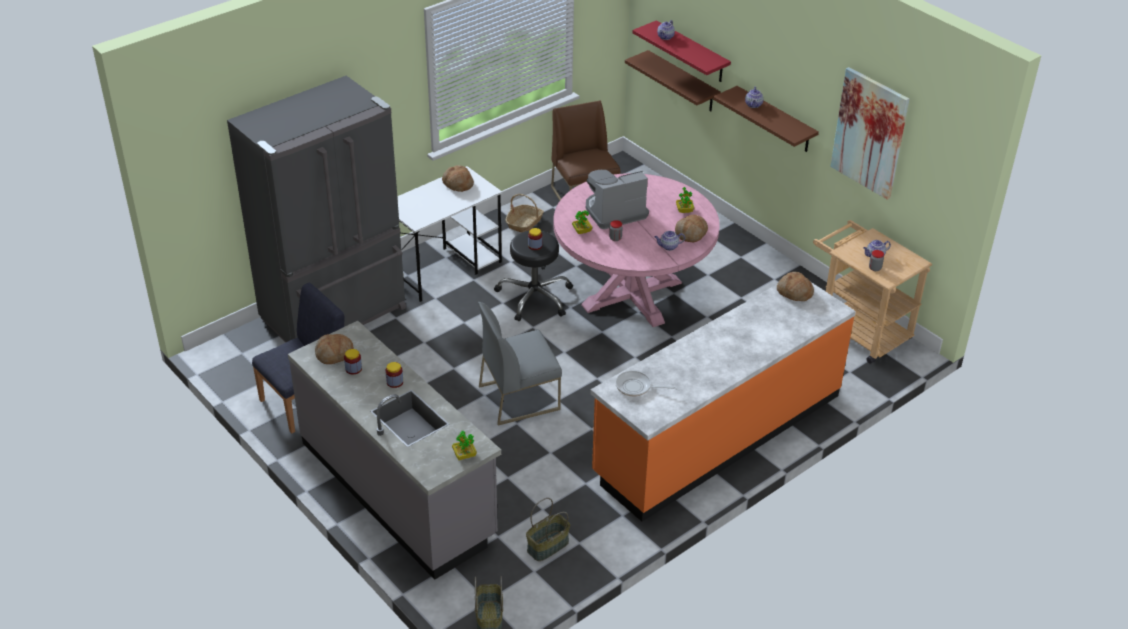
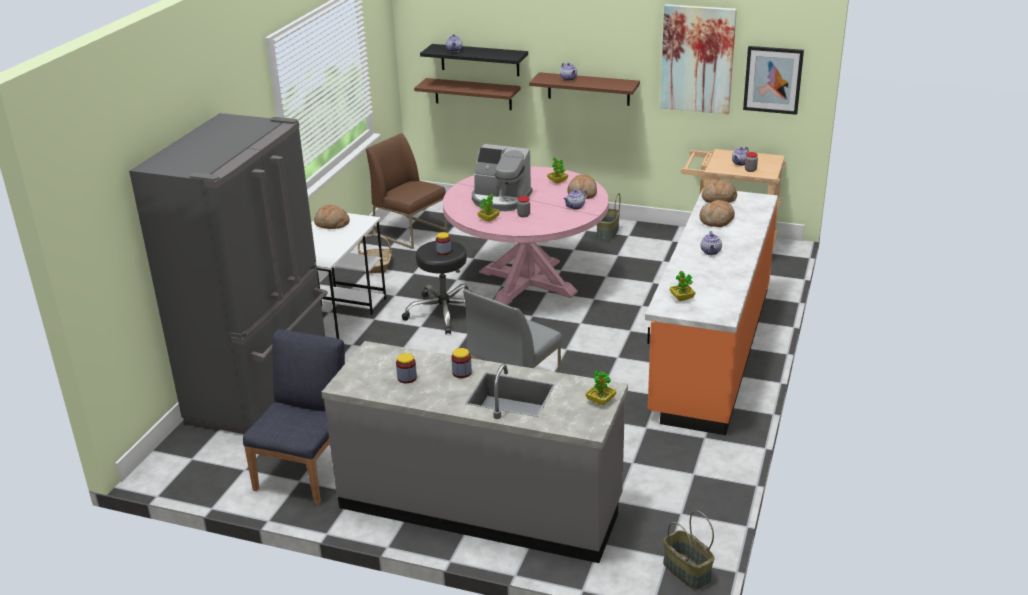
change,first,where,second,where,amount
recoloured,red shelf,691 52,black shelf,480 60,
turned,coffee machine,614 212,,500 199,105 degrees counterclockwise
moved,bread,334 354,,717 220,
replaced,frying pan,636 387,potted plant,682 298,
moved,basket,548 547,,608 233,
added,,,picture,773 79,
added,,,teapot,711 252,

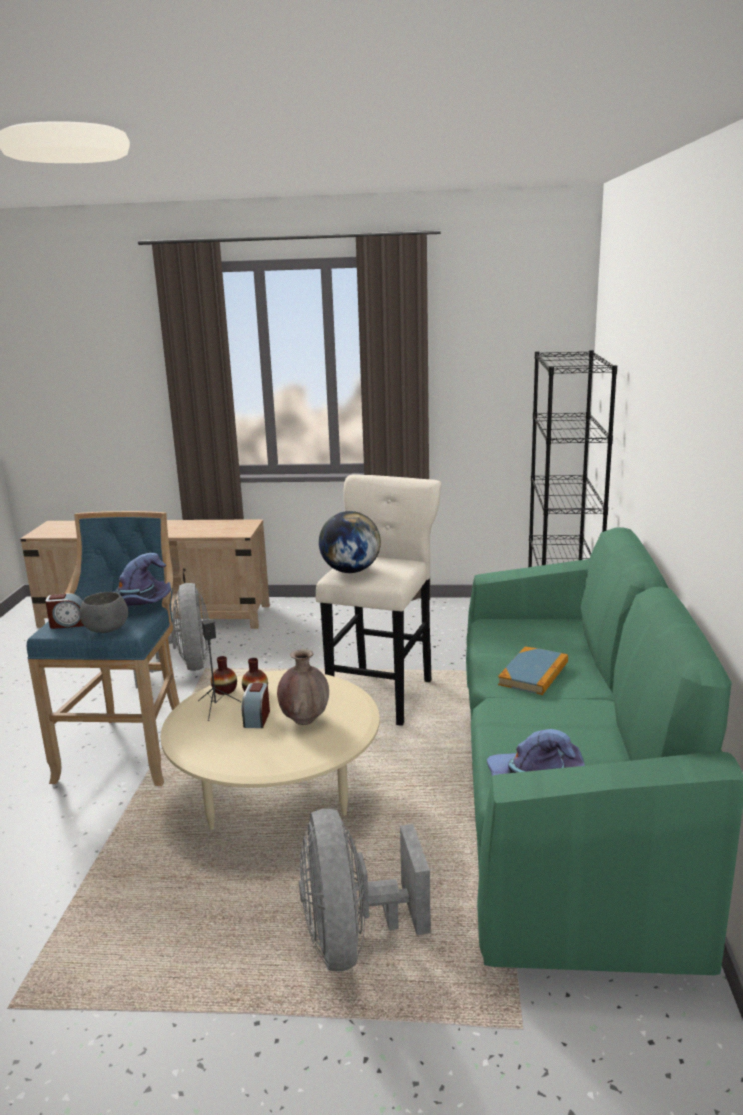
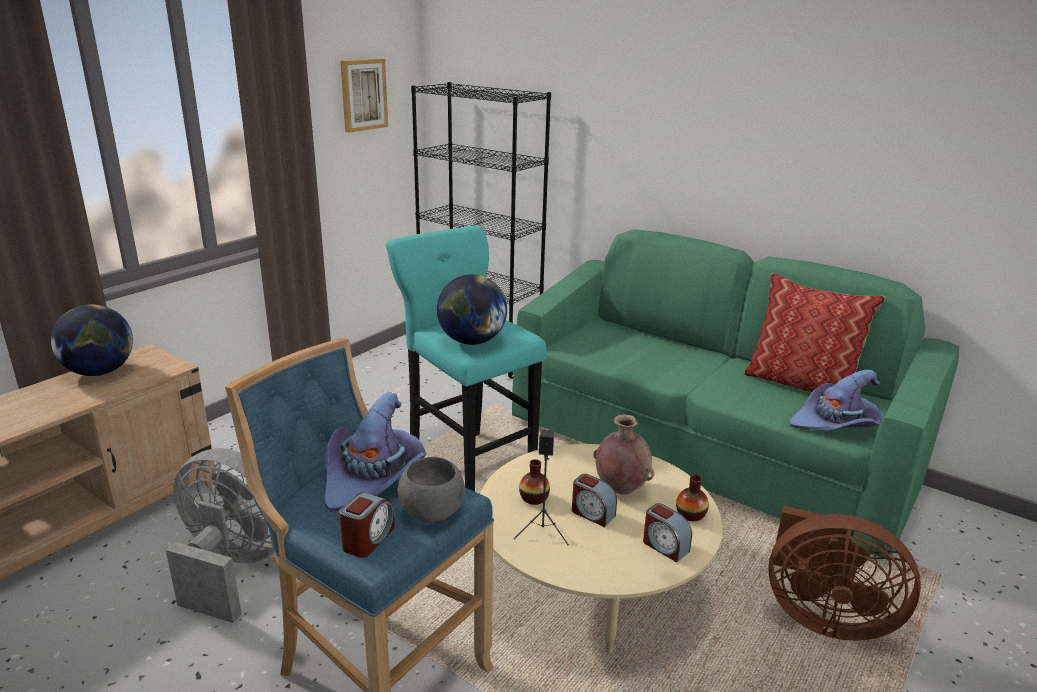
change,first,where,second,where,amount
recoloured,beige stool,383 693,turquoise stool,468 463,
removed,book,533 674,,,
moved,vase,225 690,,690 514,
recoloured,grey fan,354 940,brown fan,823 616,
added,,,picture,363 95,
added,,,pillow,801 384,
added,,,globe,100 372,
added,,,alarm clock,664 546,

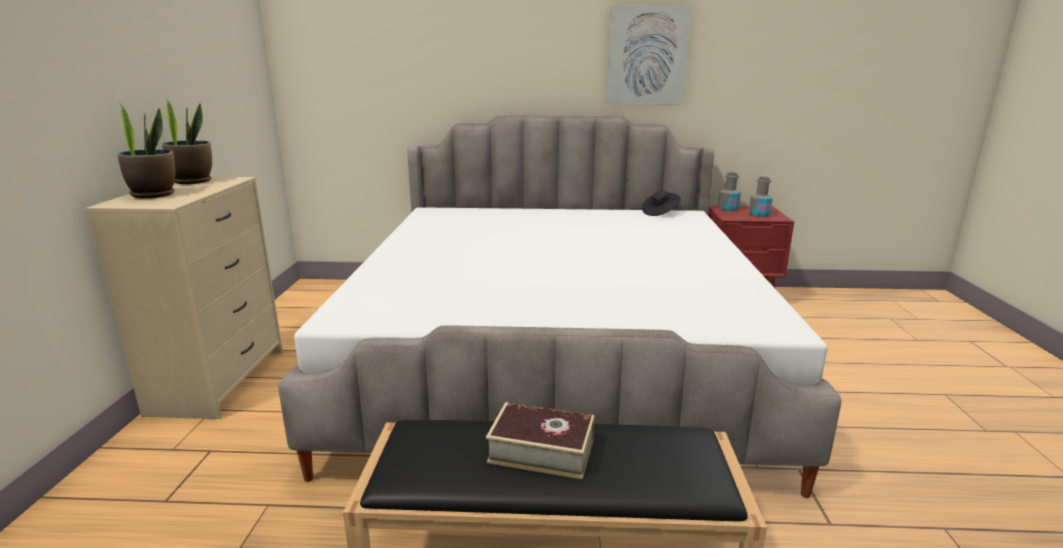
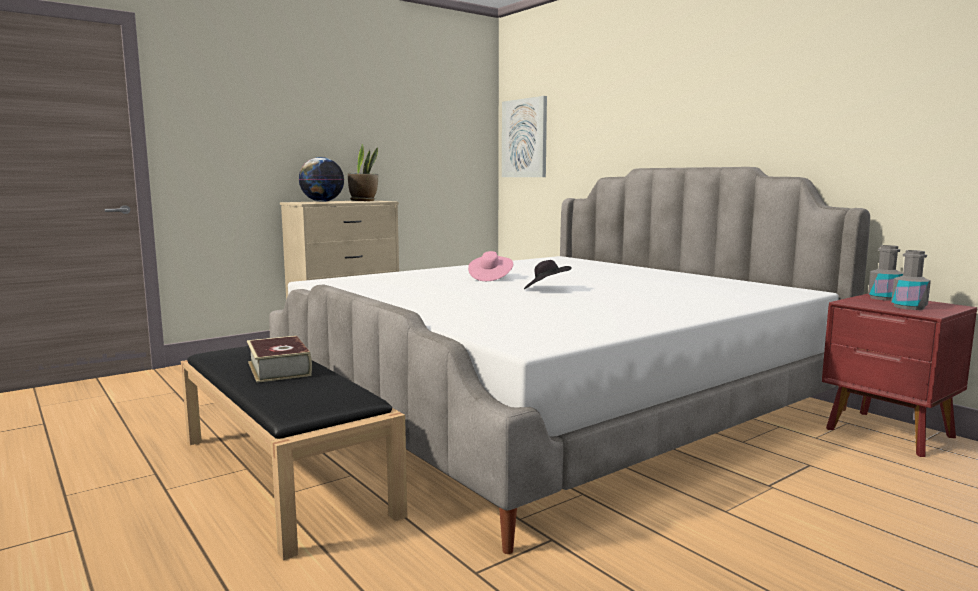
change,first,where,second,where,amount
moved,picture,647 56,,525 138,
replaced,potted plant,154 195,globe,322 201,
moved,black hat,660 213,,546 289,
added,,,pink hat,490 278,

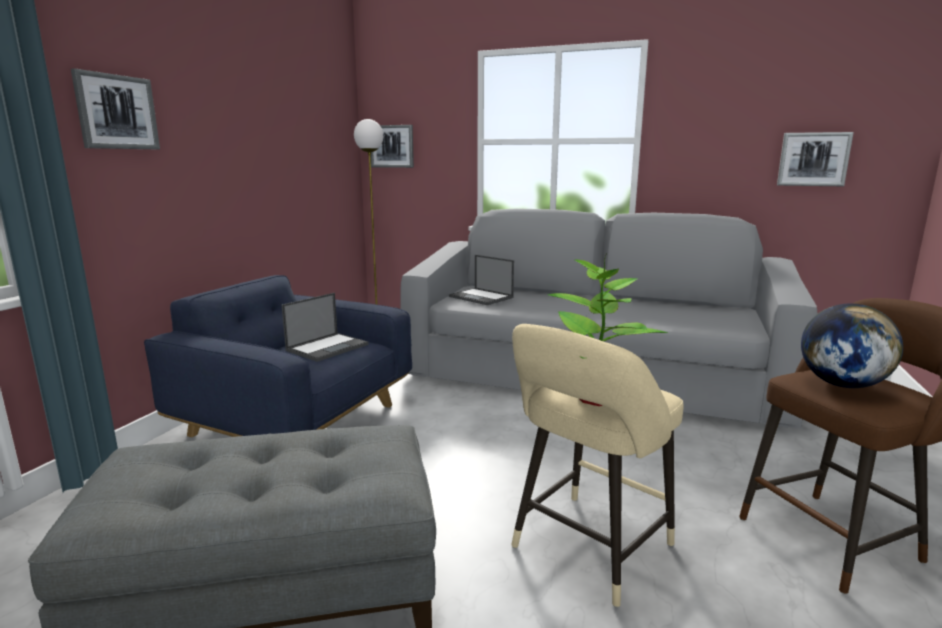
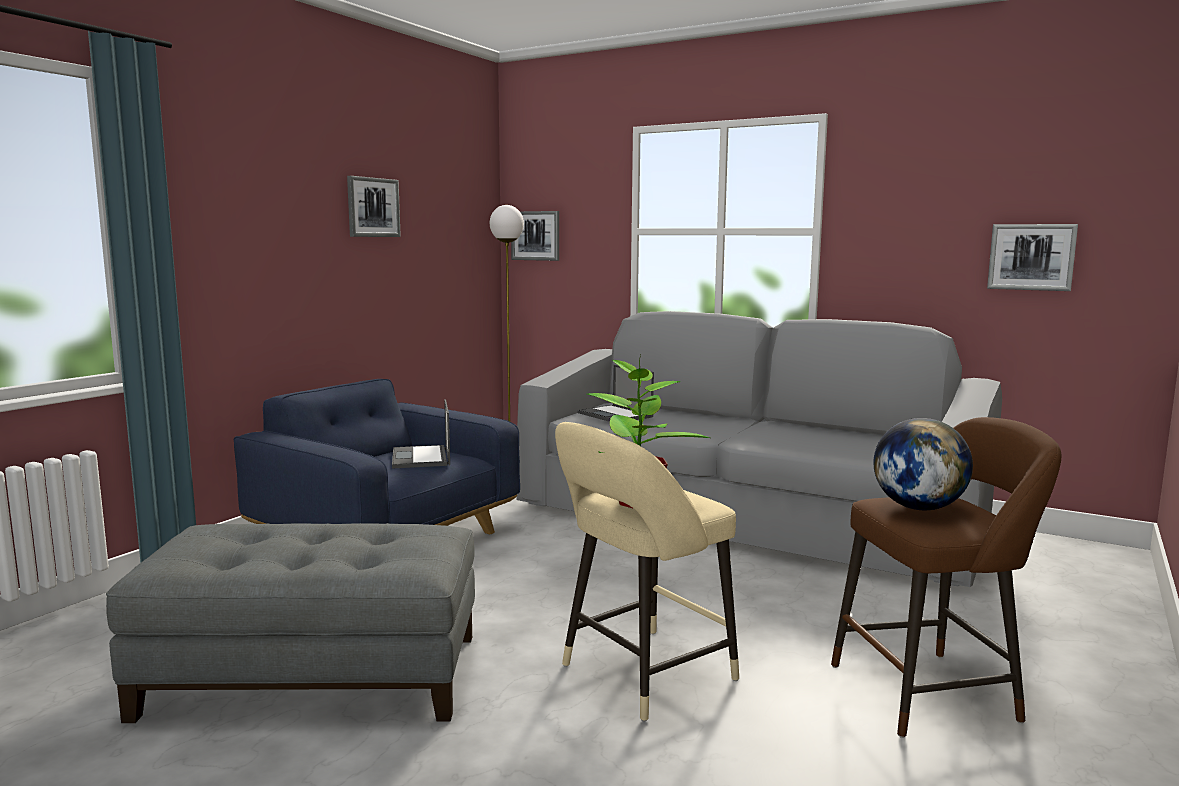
change,first,where,second,where,amount
moved,picture,116 112,,373 207,
turned,laptop,328 347,,421 458,120 degrees clockwise

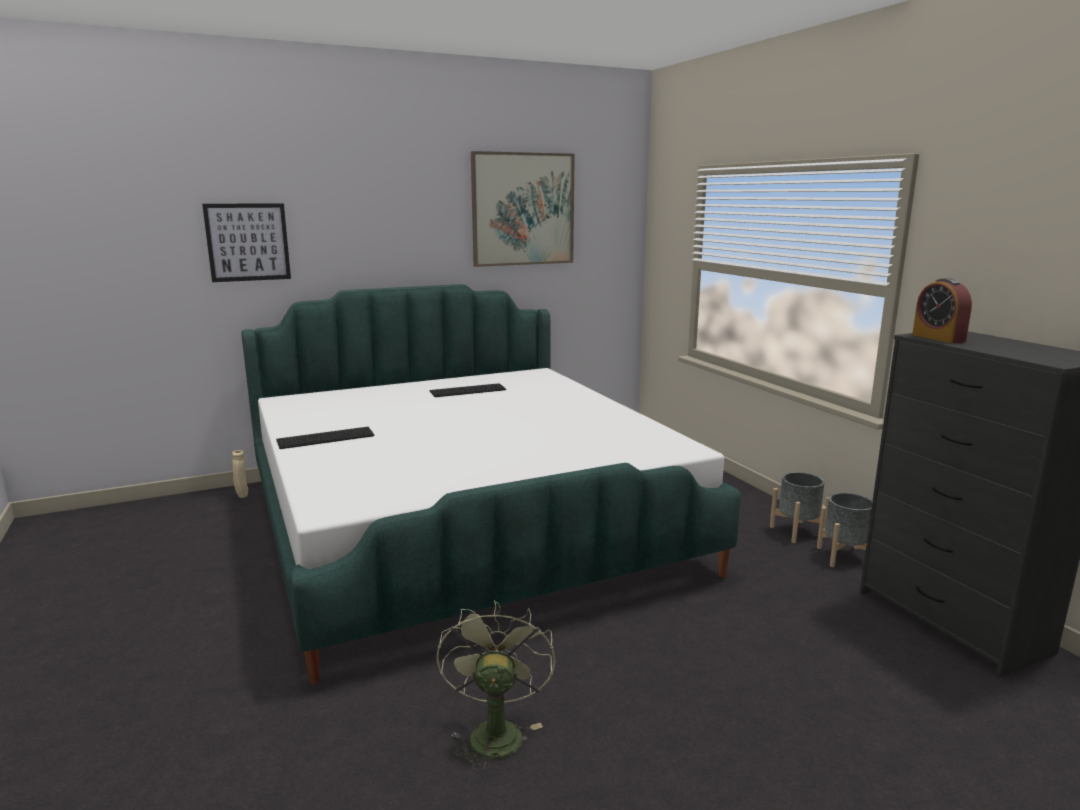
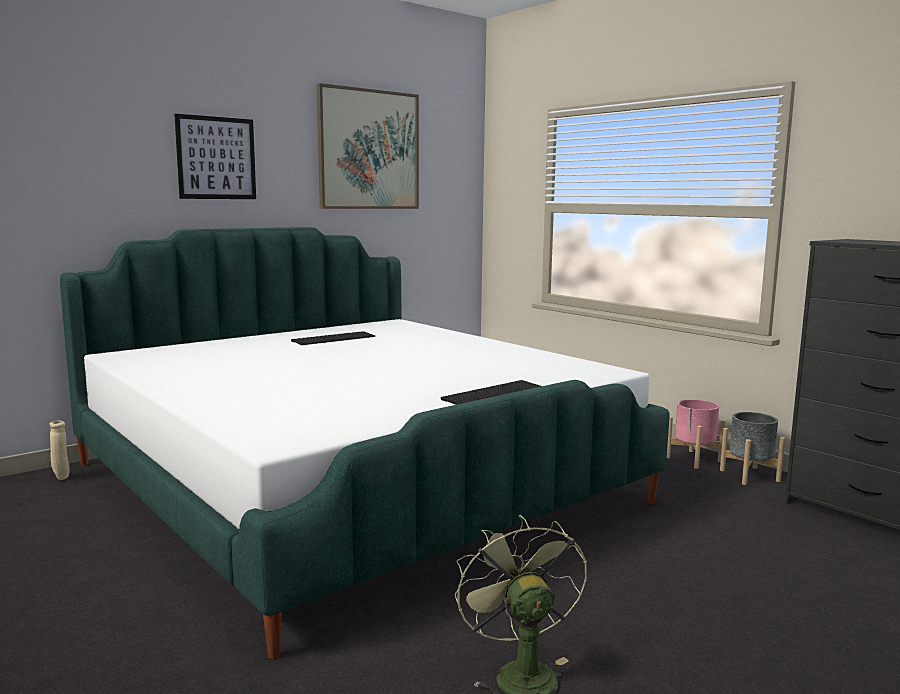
change,first,where,second,where,amount
moved,picture,248 242,,216 158,
removed,alarm clock,938 338,,,
moved,keyboard,326 437,,493 393,
recoloured,grey planter,797 531,pink planter,693 459,

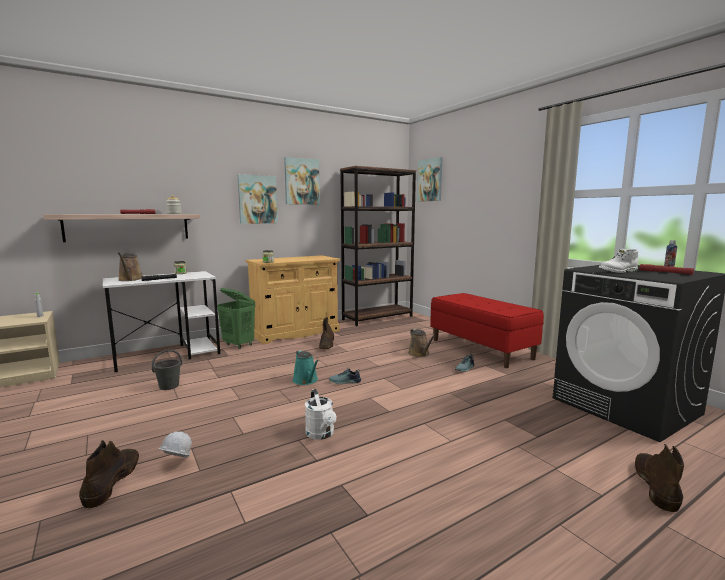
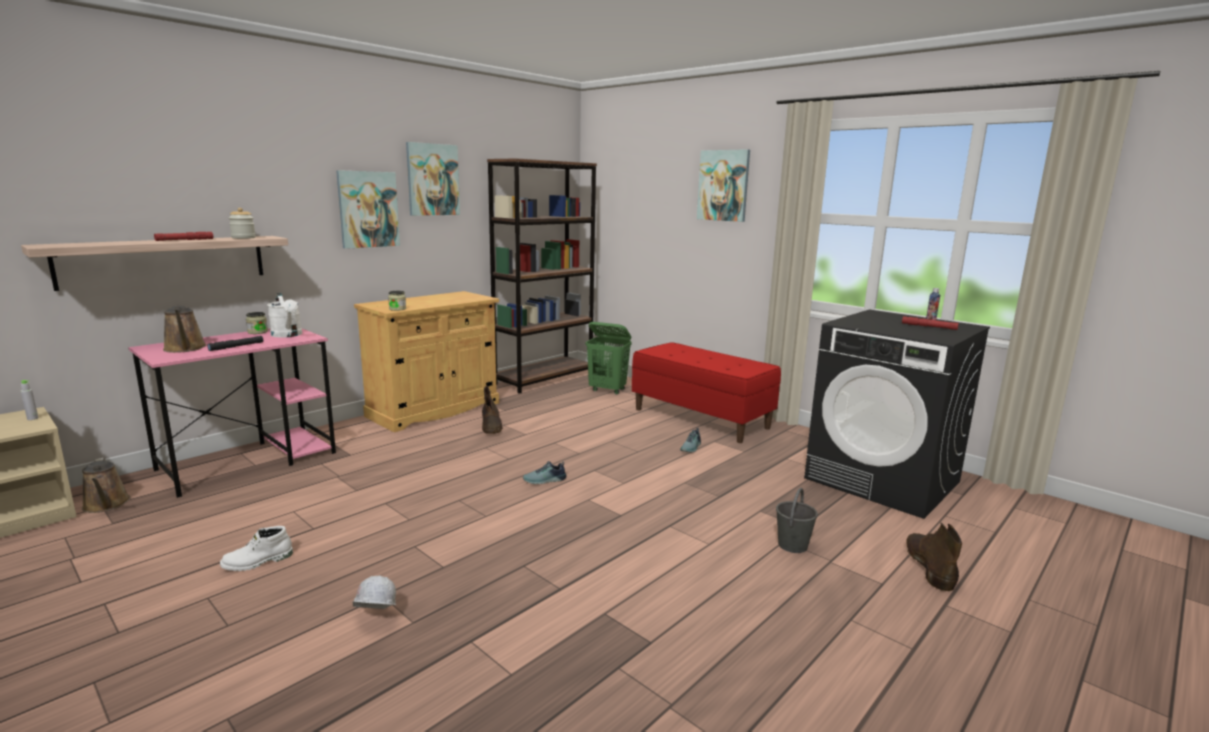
change,first,where,second,where,amount
moved,picture,430 180,,723 185,
moved,white boot,618 271,,257 562,
recoloured,white desk,168 354,pink desk,249 461,
moved,green laundry basket,238 345,,608 390,
moved,brown watering can,420 354,,106 505,
moved,grey bucket,169 386,,792 545,
removed,turquoise watering can,306 380,,,
moved,white watering can,321 434,,288 335,
removed,brown boot,113 480,,,

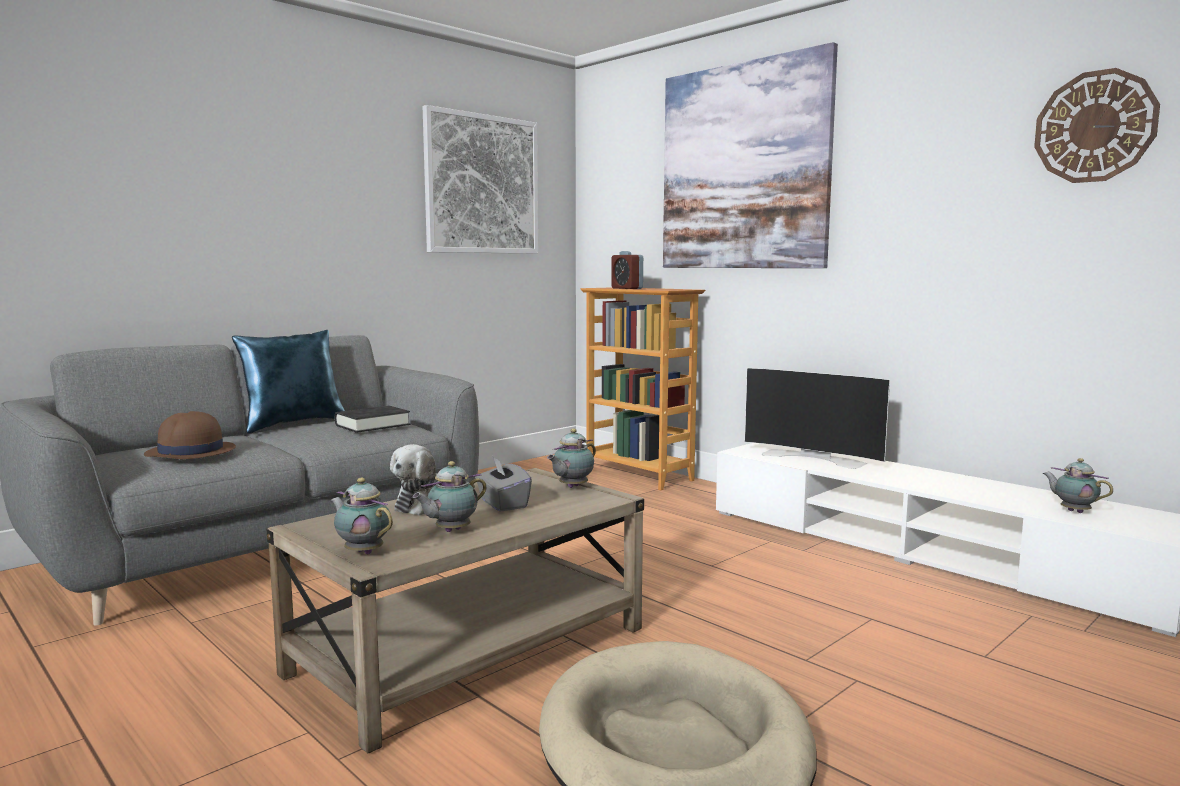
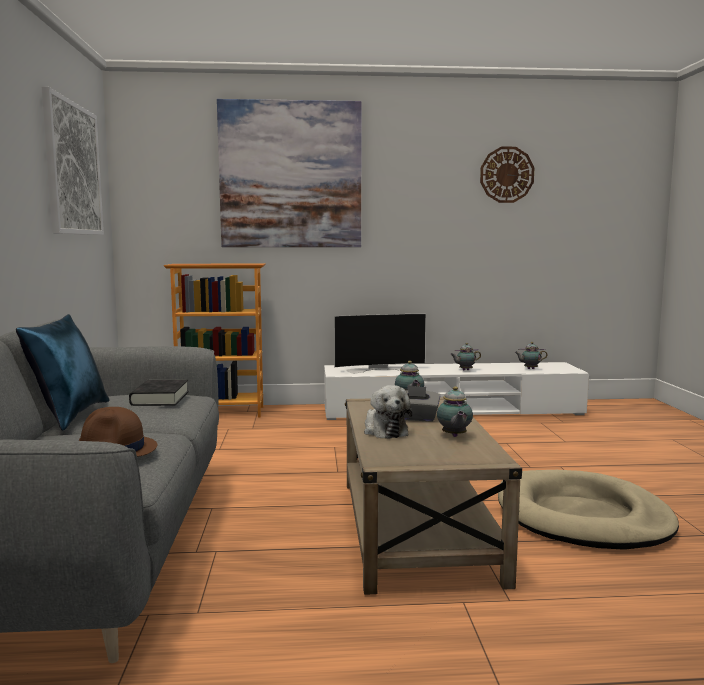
change,first,where,second,where,amount
removed,alarm clock,627 288,,,
moved,teapot,363 552,,464 370,

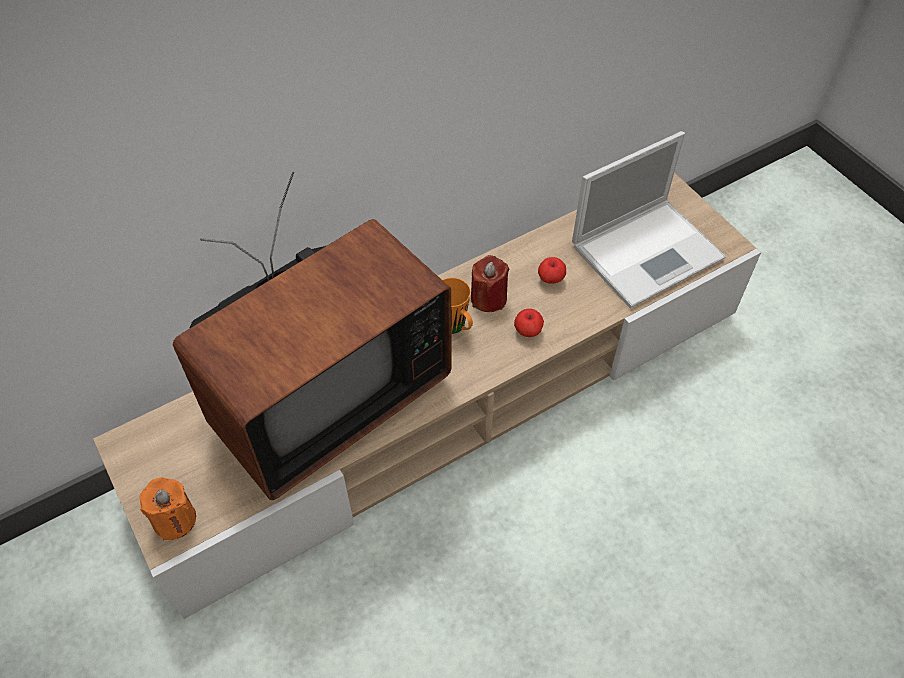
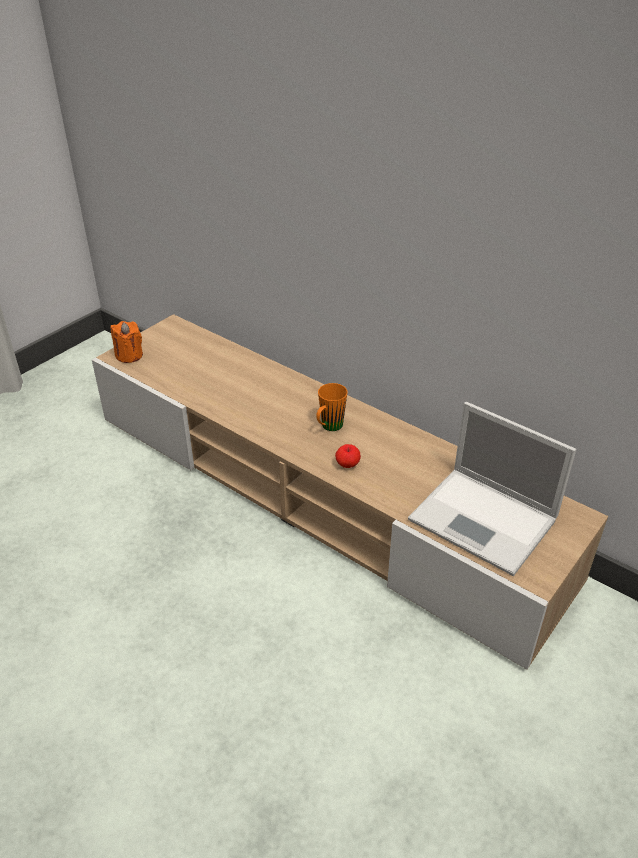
change,first,where,second,where,amount
removed,television,321 396,,,
removed,red candle,488 298,,,
removed,apple,550 279,,,

